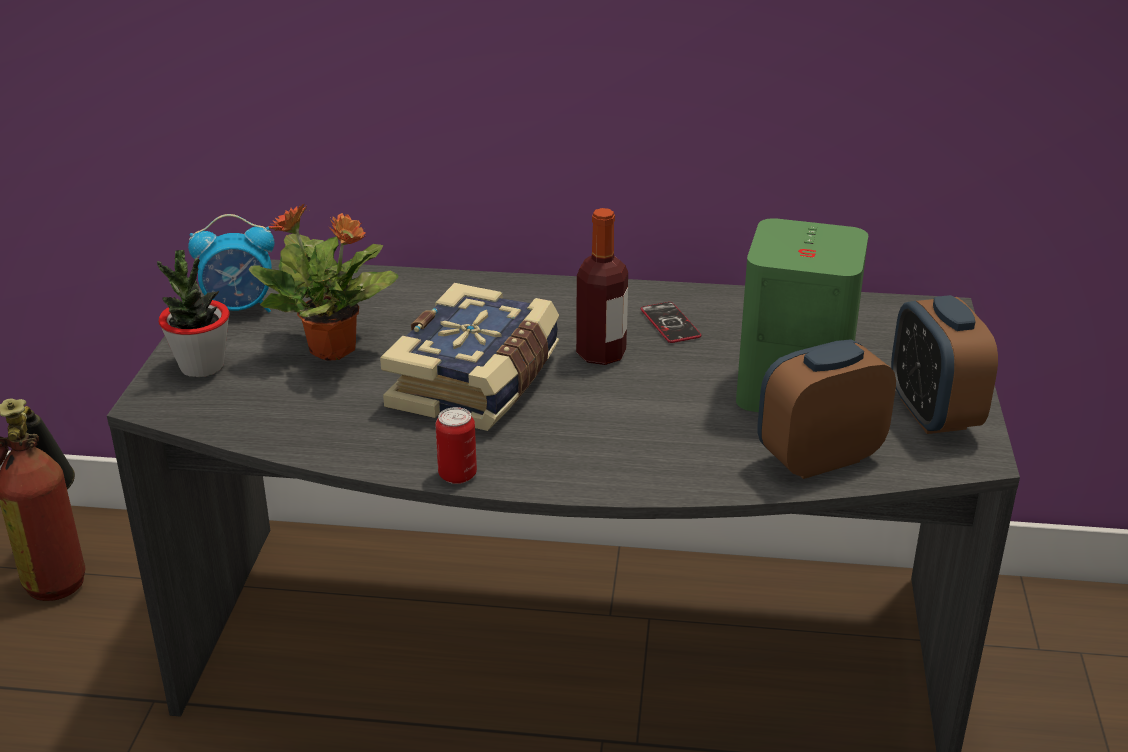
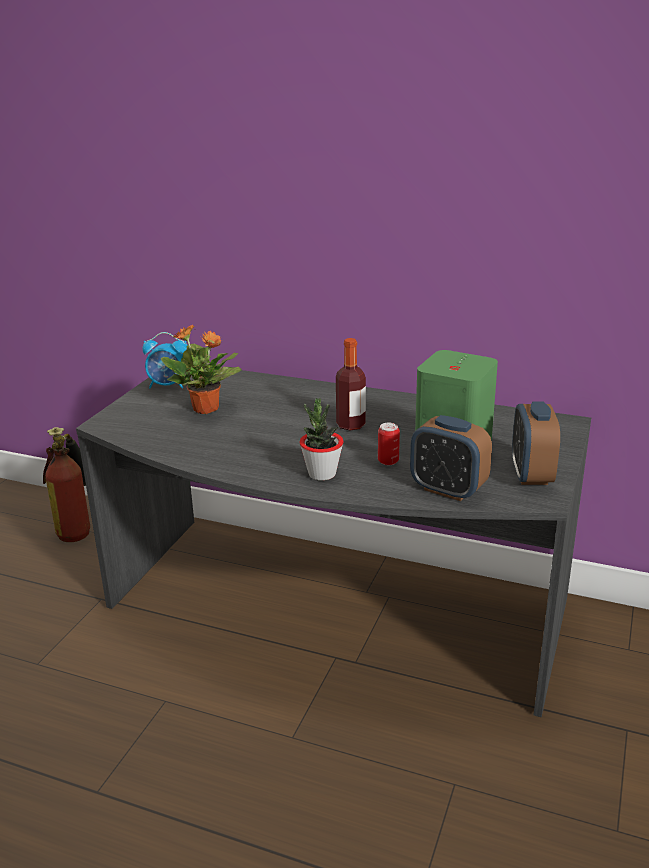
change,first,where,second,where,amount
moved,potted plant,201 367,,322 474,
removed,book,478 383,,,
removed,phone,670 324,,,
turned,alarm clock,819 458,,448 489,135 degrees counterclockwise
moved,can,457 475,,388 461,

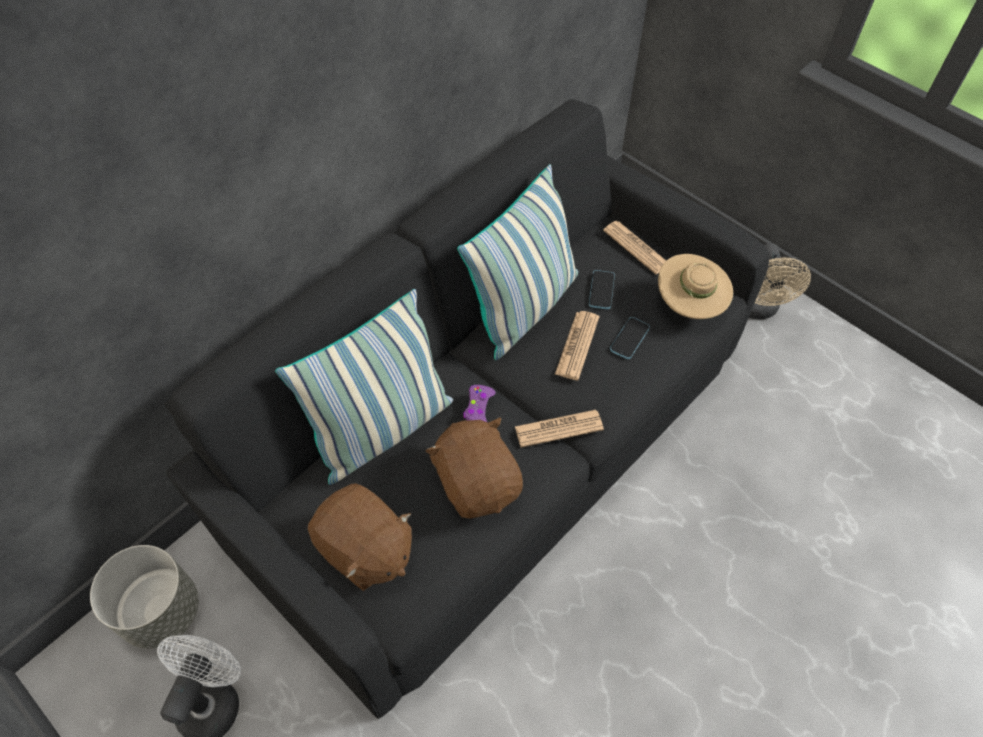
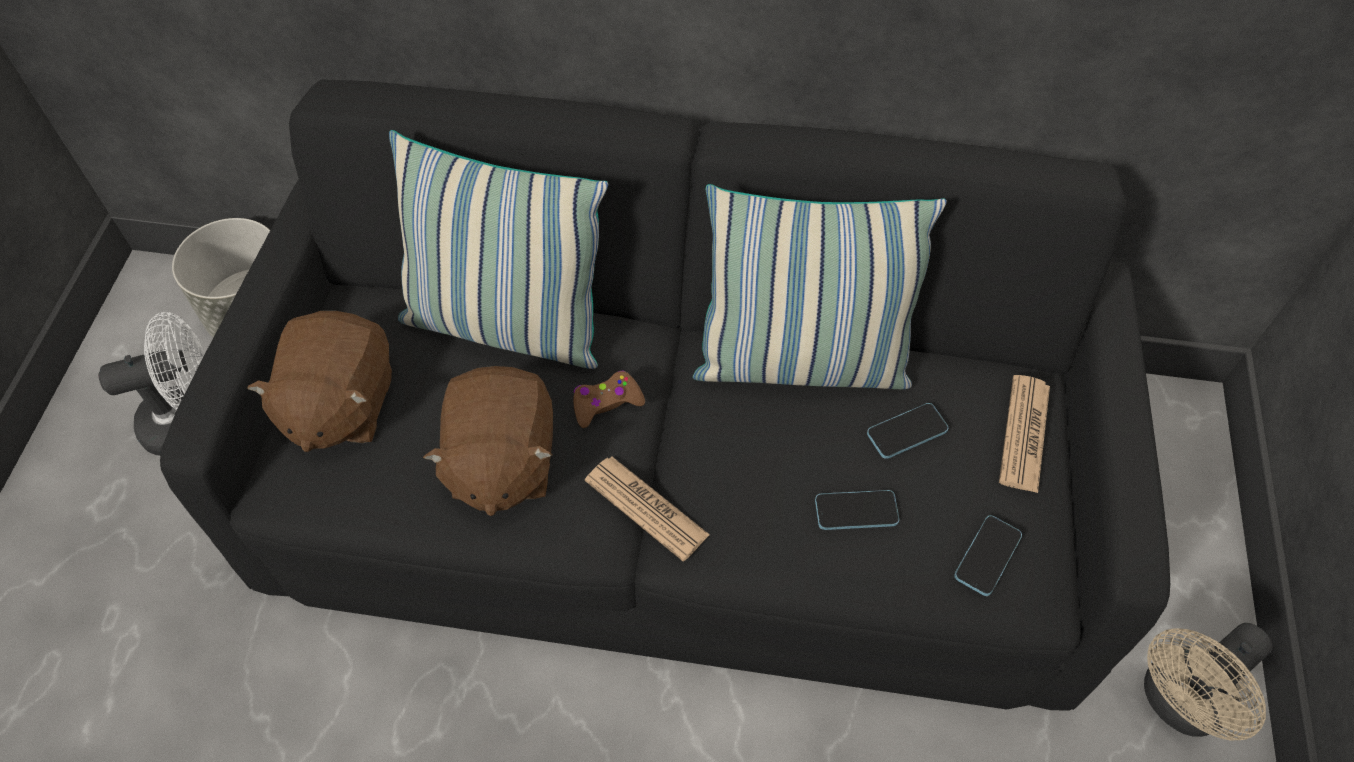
change,first,where,second,where,amount
replaced,beige hat,689 304,phone,987 556,
removed,newspaper,577 345,,,
recoloured,purple game controller,479 409,brown game controller,606 403,
turned,brown plush toy,477 482,,501 462,150 degrees clockwise

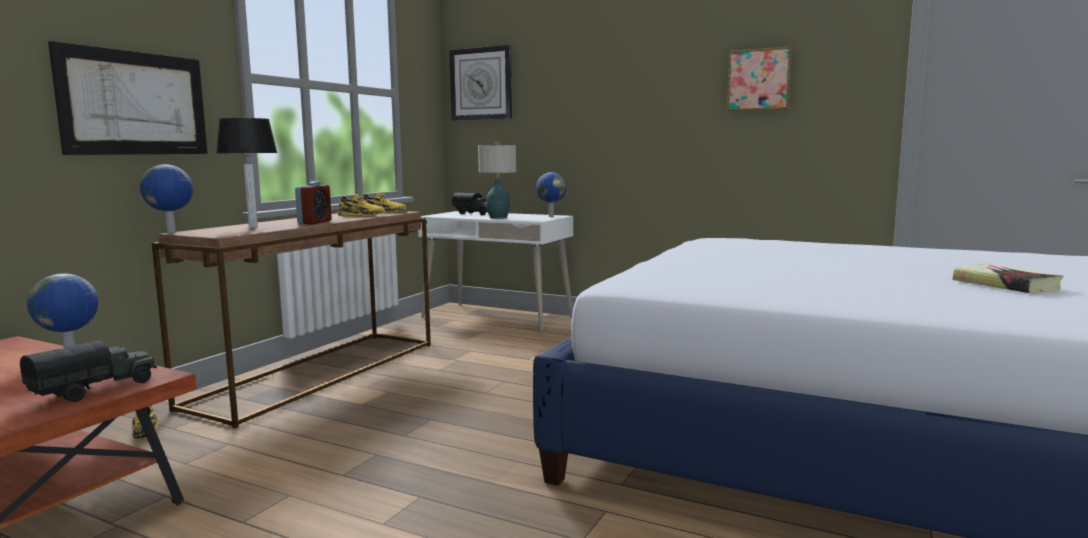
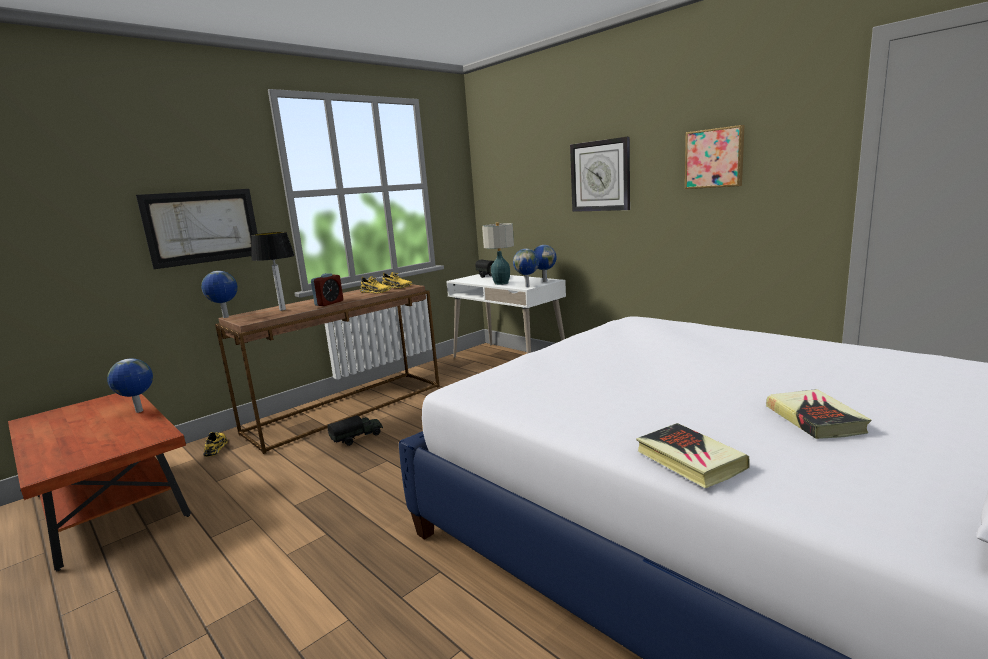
change,first,where,second,where,amount
moved,wall clock,481 84,,600 176,
moved,toy truck,96 390,,357 438,
added,,,globe,527 286,
added,,,book,689 460,

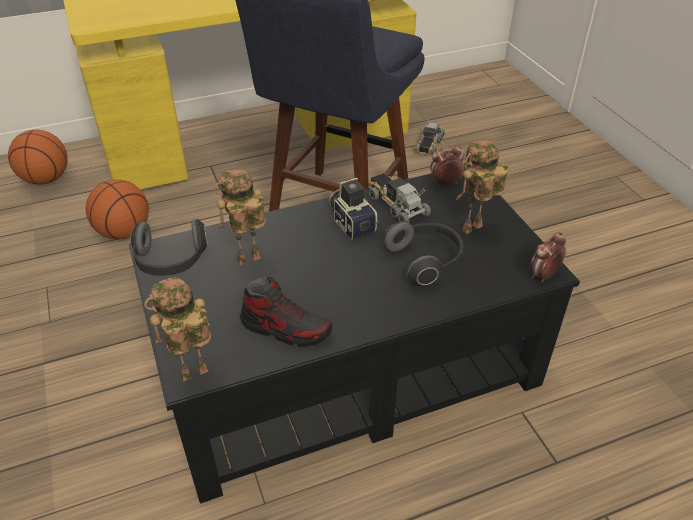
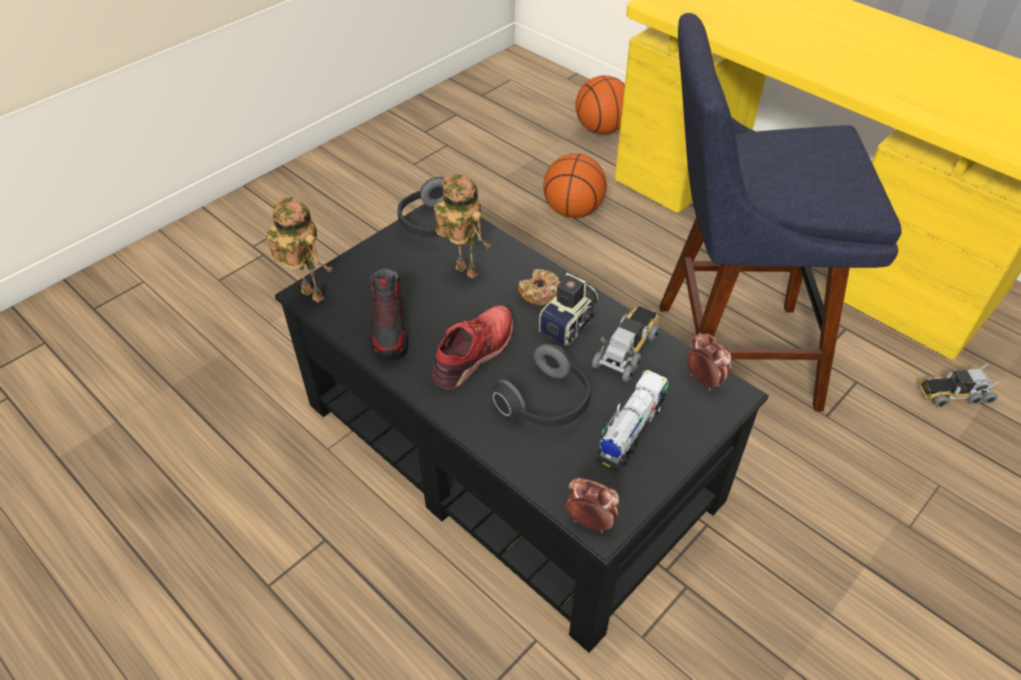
change,first,where,second,where,amount
replaced,toy robot,472 230,toy truck,630 431,
added,,,donut,540 293,
added,,,red shoe,474 353,

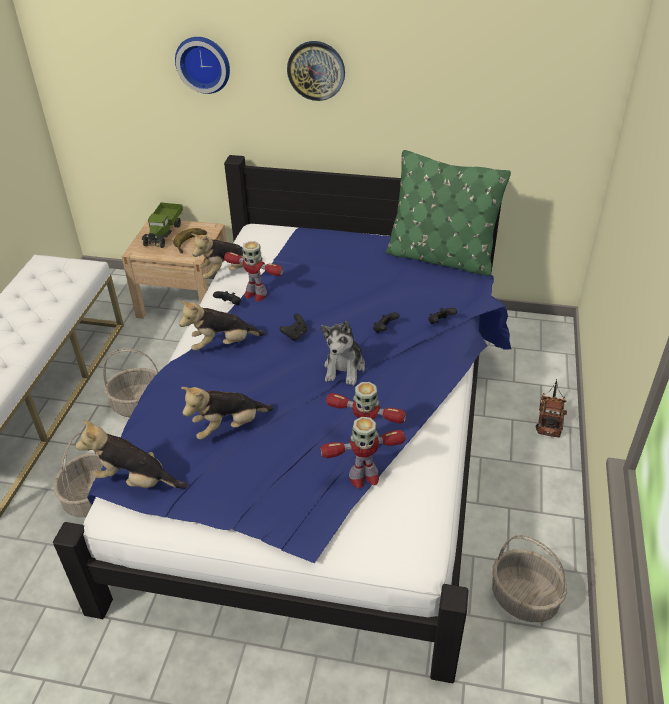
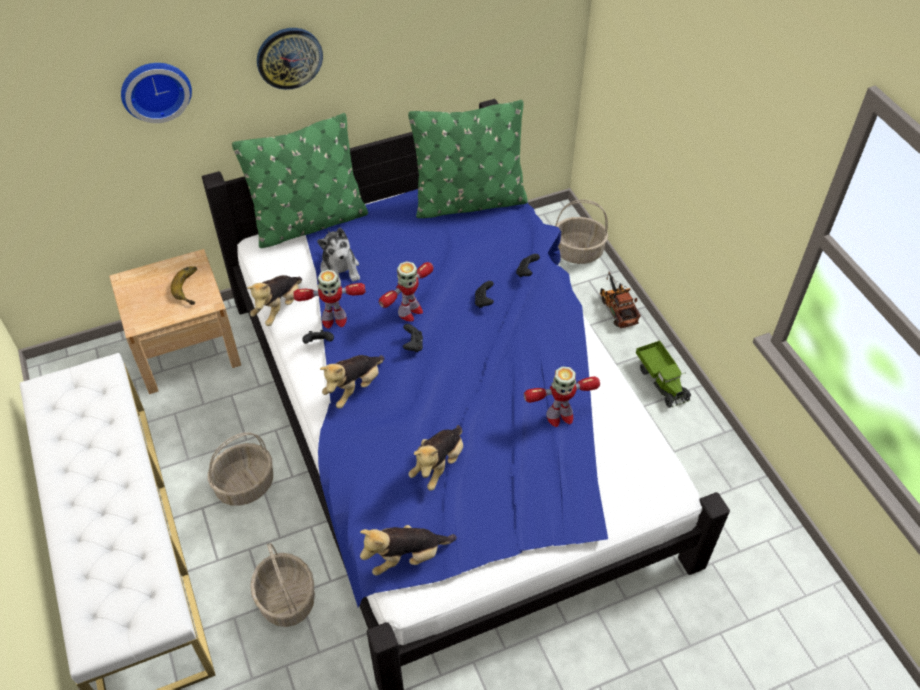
change,first,where,second,where,amount
moved,toy truck,164 233,,662 380,
moved,plush toy,344 368,,340 269,
moved,toy robot,363 477,,409 312,
moved,basket,525 598,,578 251,
added,,,green pillow,309 222,

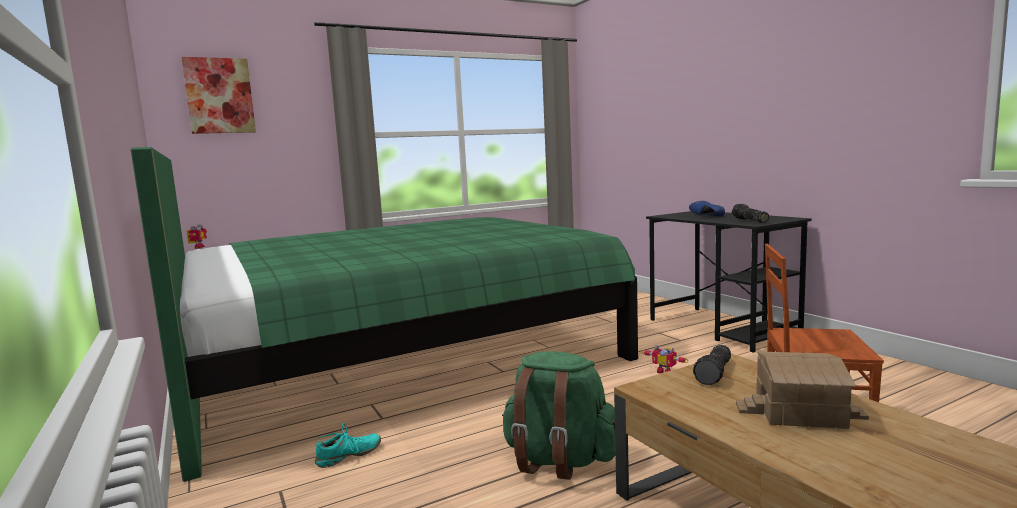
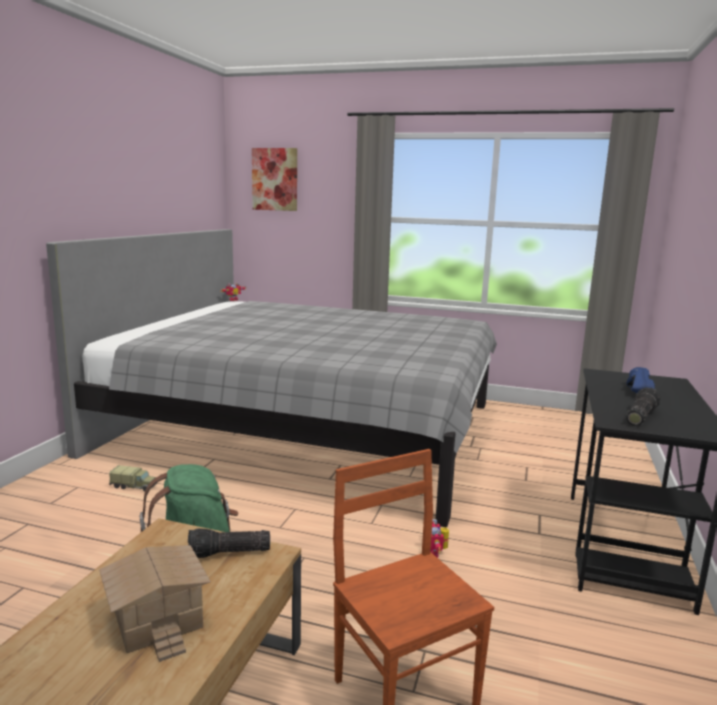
change,first,where,second,where,amount
recoloured,green bed,396 353,grey bed,307 428,
replaced,turquoise shoe,349 456,toy truck,134 486,

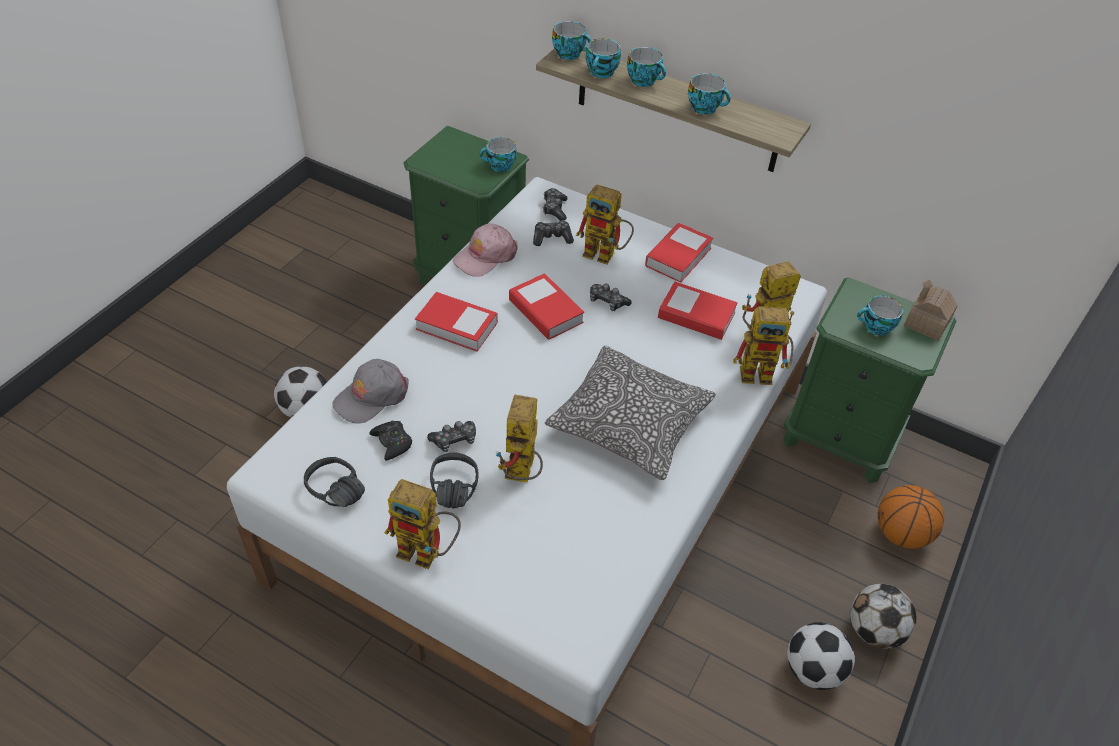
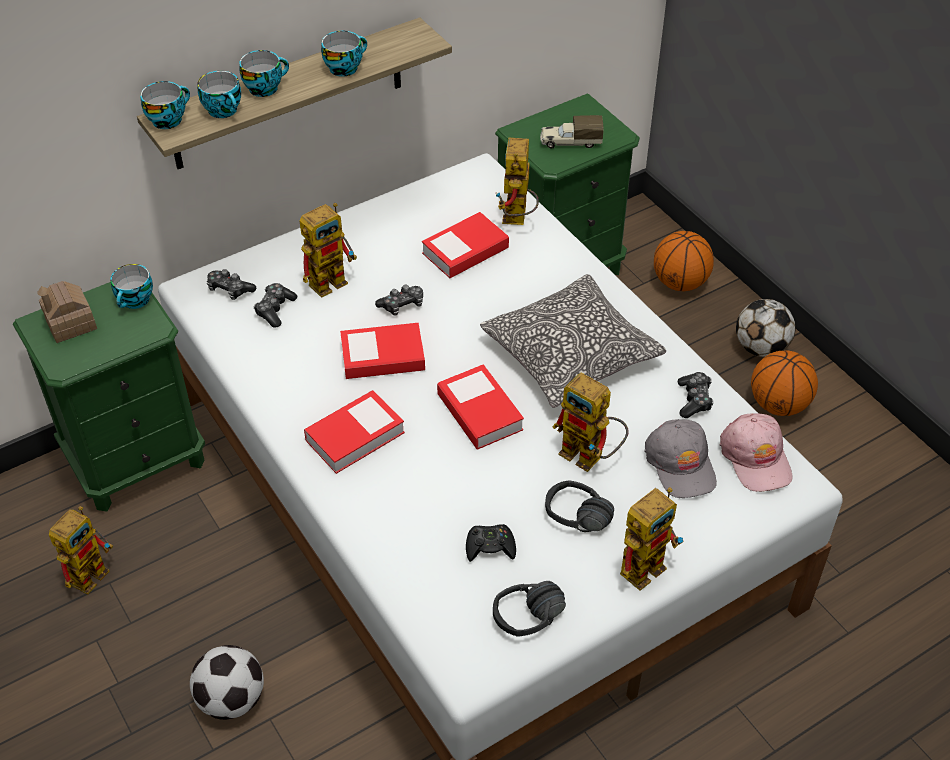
change,first,where,second,where,amount
moved,pink cap,485 256,,756 458,
moved,book,678 257,,479 412,
moved,toy house,926 323,,70 323,
replaced,cup,876 327,toy truck,570 142,
moved,toy robot,763 373,,92 570,
moved,grey cap,371 396,,681 464,
moved,game controller,454 440,,694 400,
replaced,football,813 670,basketball,778 404,

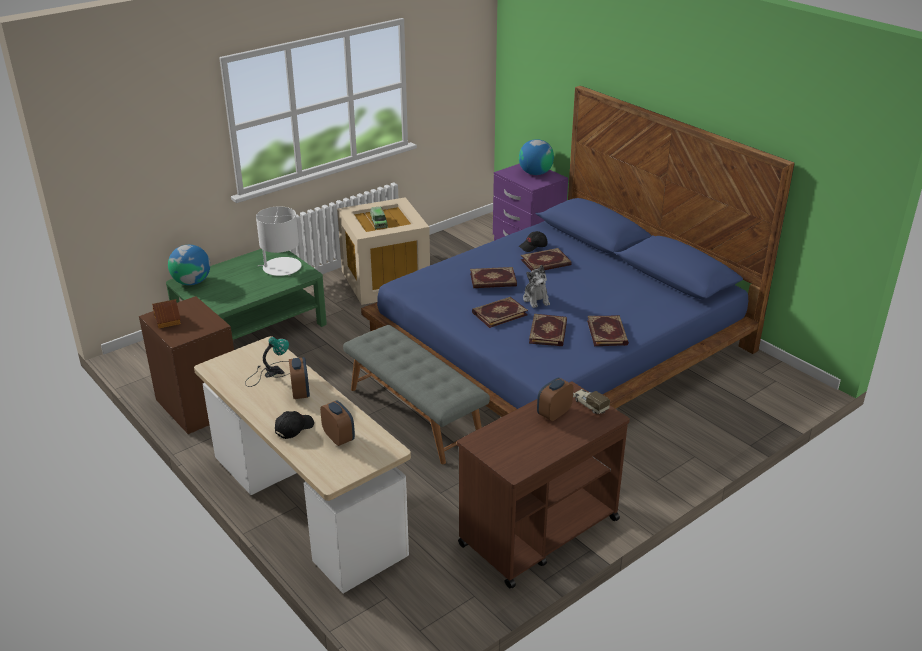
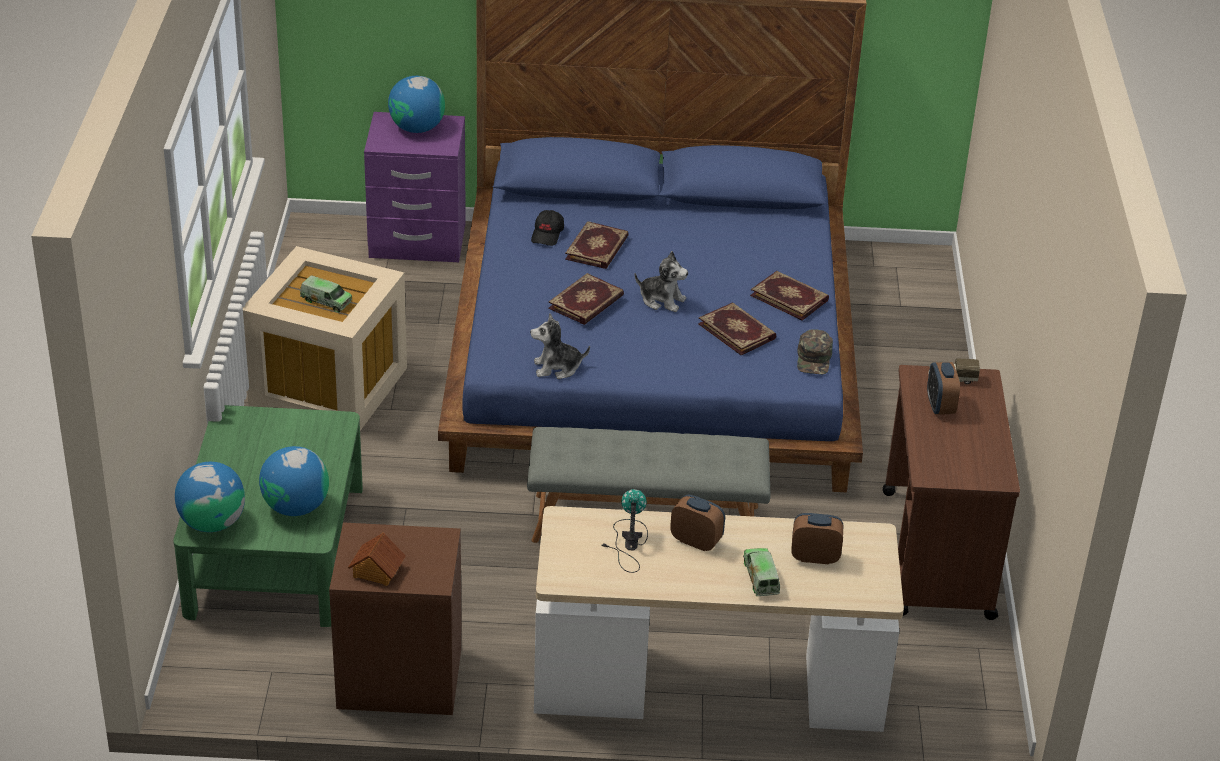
change,first,where,second,where,amount
removed,white table lamp,281 267,,,
removed,book,499 313,,,
replaced,black cap,294 428,toy truck,761 578,
added,,,plush toy,557 368,
added,,,green cap,814 358,
added,,,globe,296 507,

